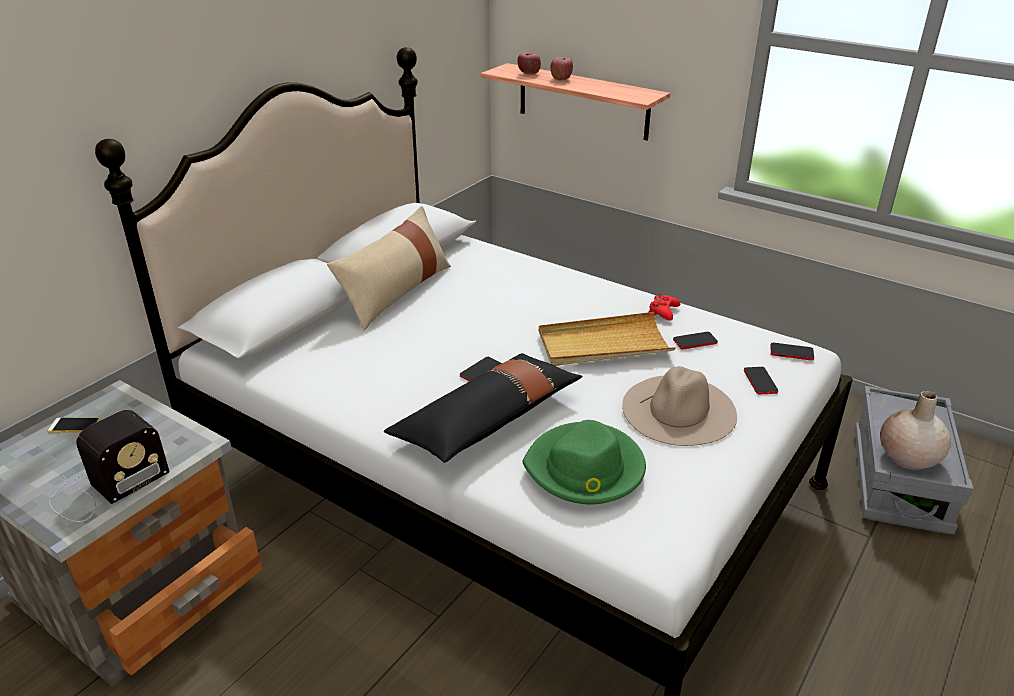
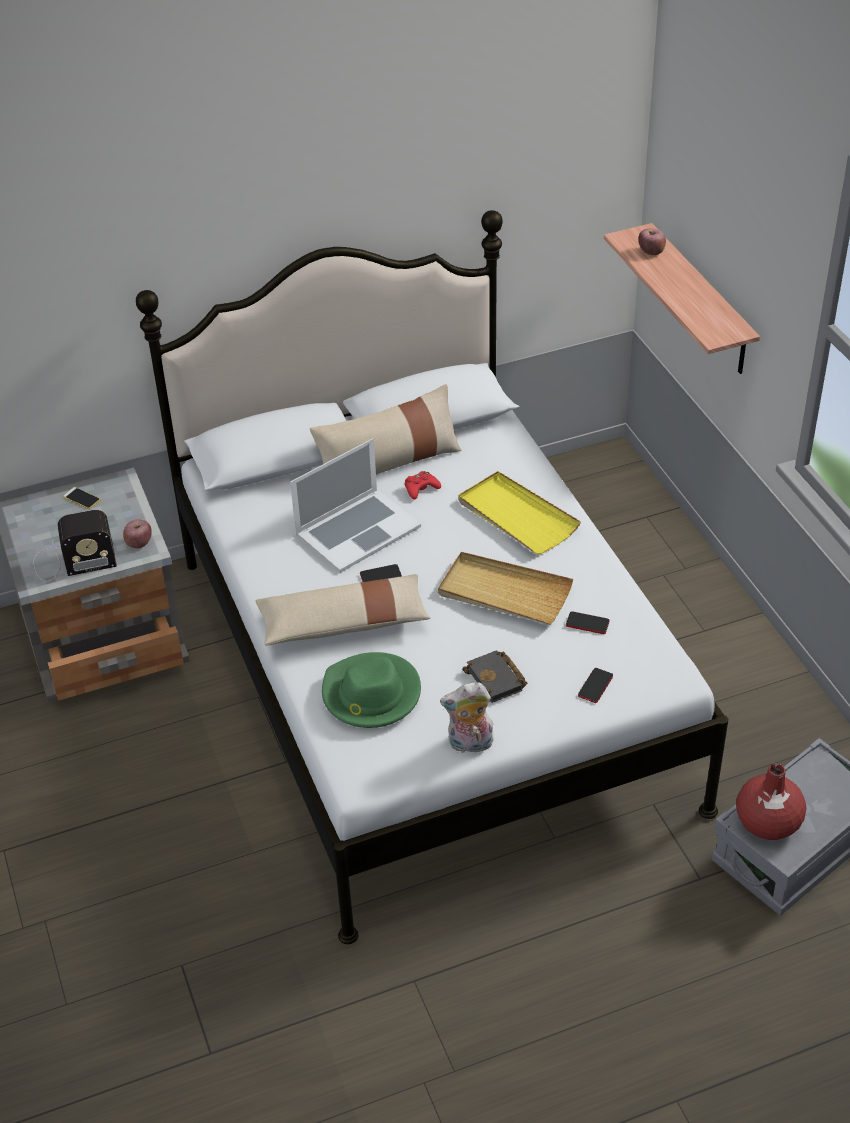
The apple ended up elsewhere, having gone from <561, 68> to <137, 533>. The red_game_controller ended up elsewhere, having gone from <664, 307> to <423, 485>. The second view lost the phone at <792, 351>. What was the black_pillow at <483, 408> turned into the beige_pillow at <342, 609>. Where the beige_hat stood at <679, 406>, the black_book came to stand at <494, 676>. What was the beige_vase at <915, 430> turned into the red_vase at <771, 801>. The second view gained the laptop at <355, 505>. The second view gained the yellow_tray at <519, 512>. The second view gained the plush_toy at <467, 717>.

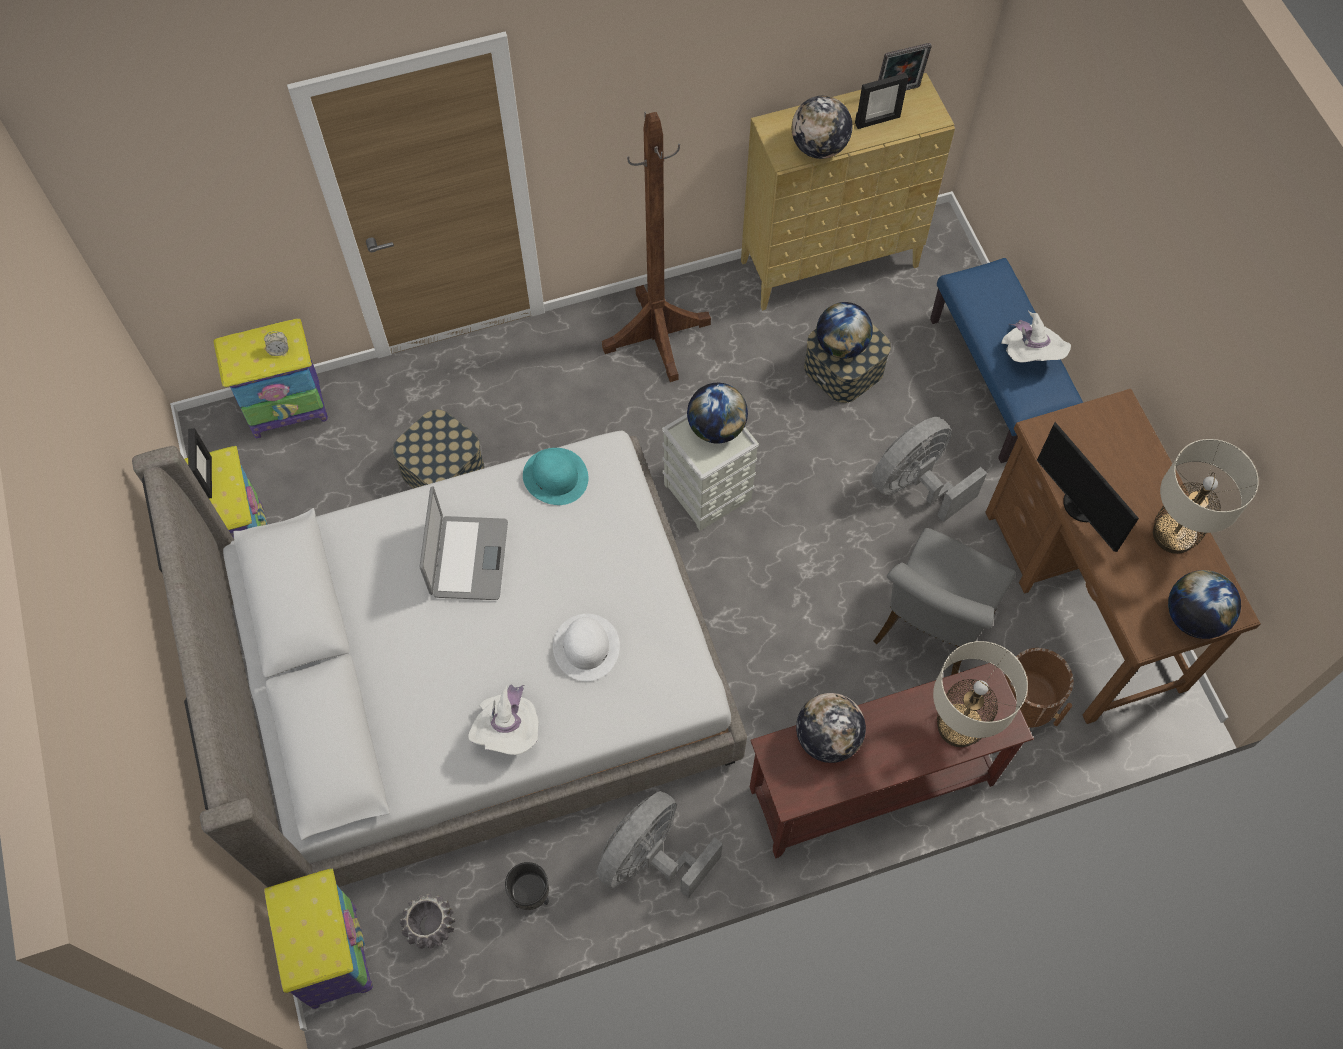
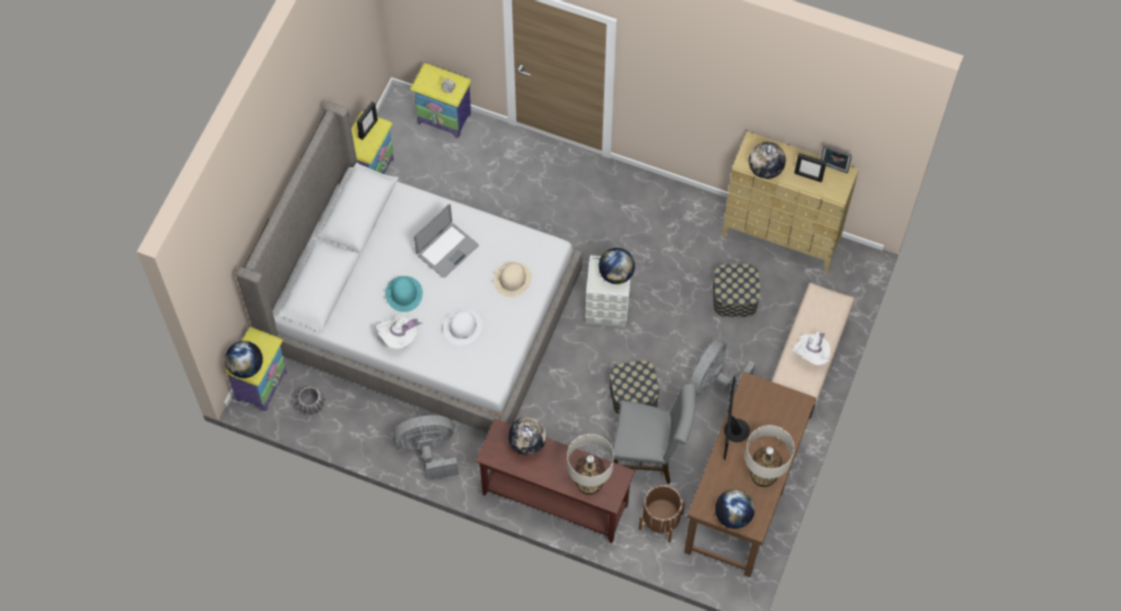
The second view lost the brown_clothes_rack at <656, 247>. What was the blue_bench at <1006, 360> turned into the beige_bench at <813, 350>. The globe ended up elsewhere, having gone from <844, 330> to <244, 359>. The storage_box ended up elsewhere, having gone from <438, 449> to <635, 387>. The grey_fan at <929, 469> ended up facing another way, 60 degrees counterclockwise from before. The turquoise_hat ended up elsewhere, having gone from <555, 476> to <404, 294>. The grey_chair at <944, 601> ended up facing another way, 150 degrees counterclockwise from before. The second view lost the black_planter at <527, 886>. The second view gained the beige_hat at <513, 279>.

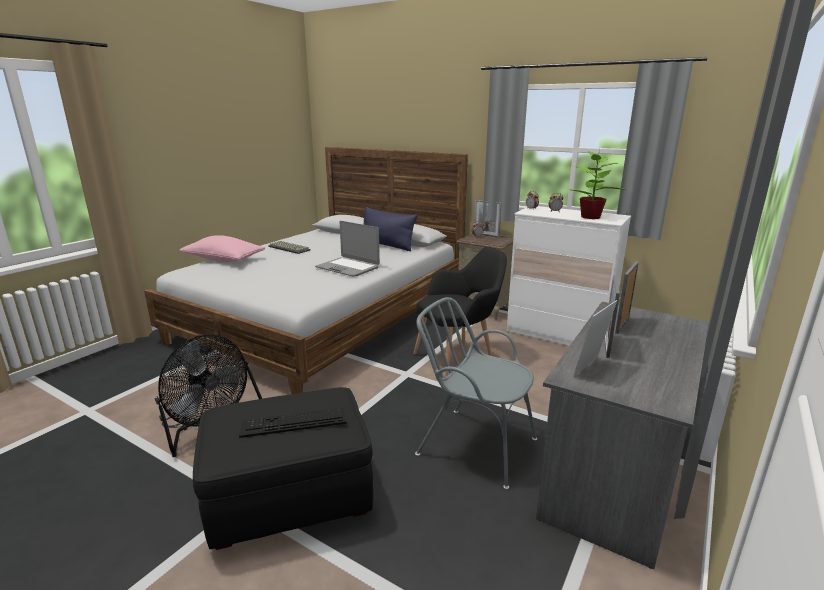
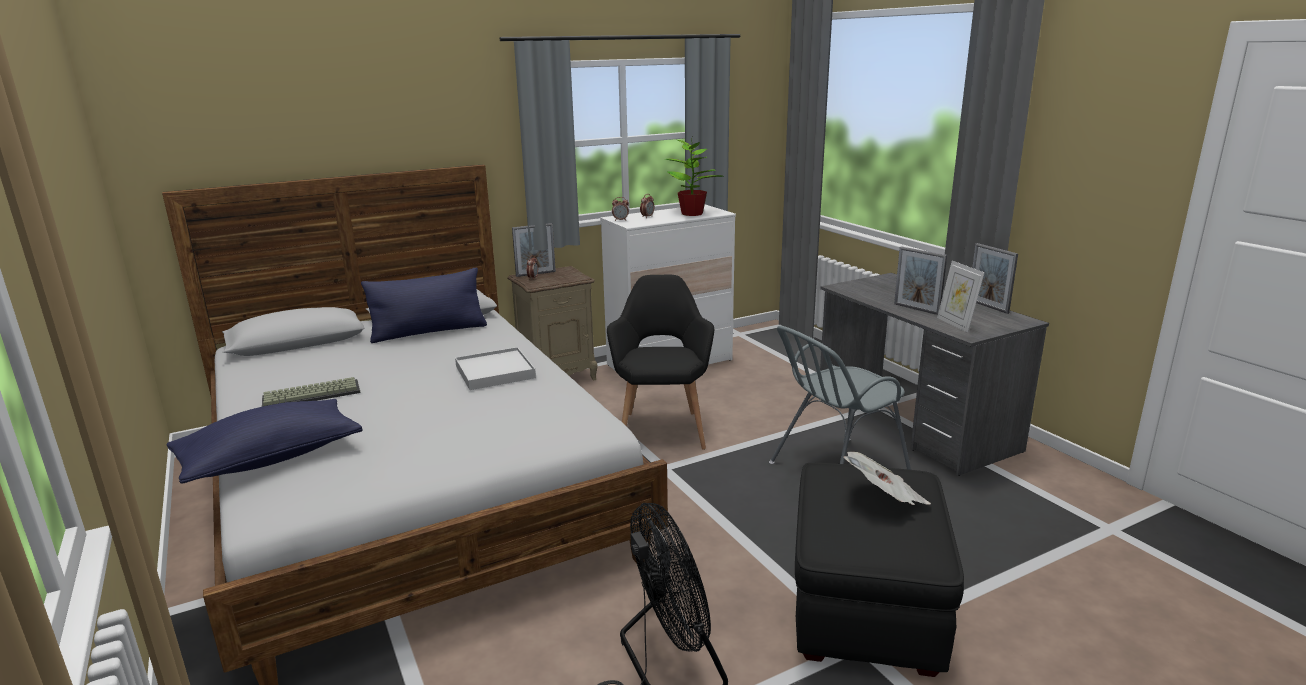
Where the laptop stood at <347, 248>, the white_tray came to stand at <495, 368>. What was the pink_pillow at <222, 248> turned into the blue_pillow at <264, 441>. The picture_frame ended up elsewhere, having gone from <627, 297> to <995, 278>. Where the keyboard stood at <293, 423>, the newspaper came to stand at <887, 478>.

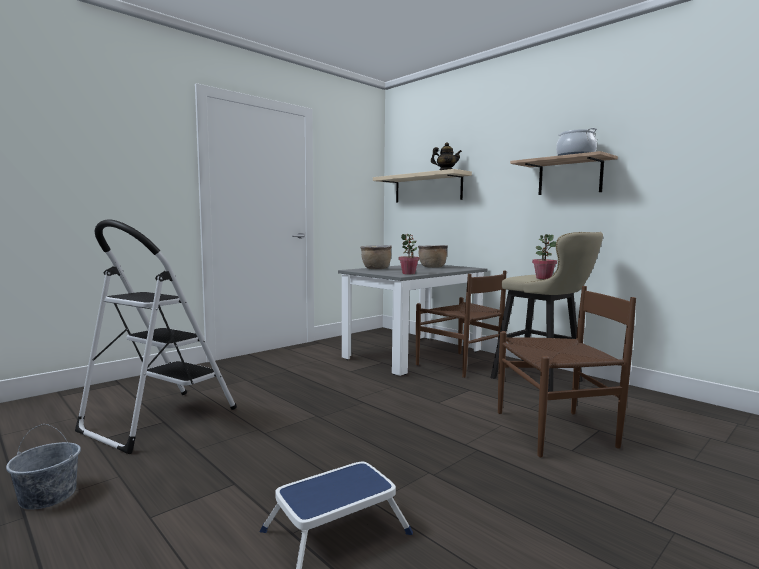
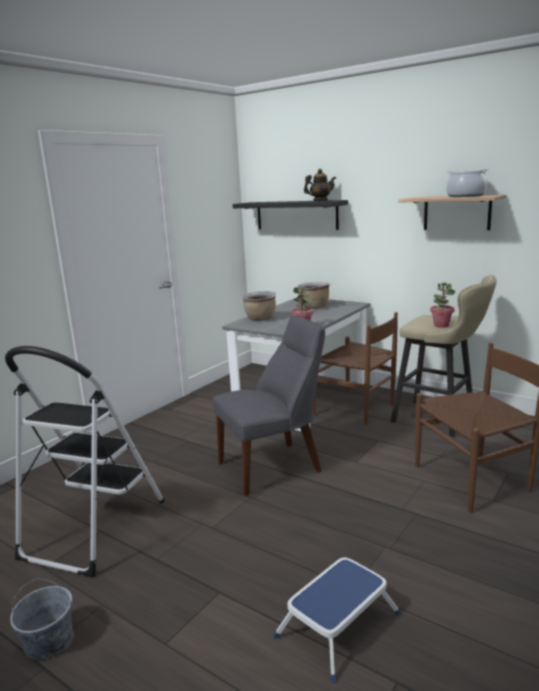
What was the beige_shelf at <422, 186> turned into the black_shelf at <290, 215>. The second view gained the grey_chair at <269, 406>.

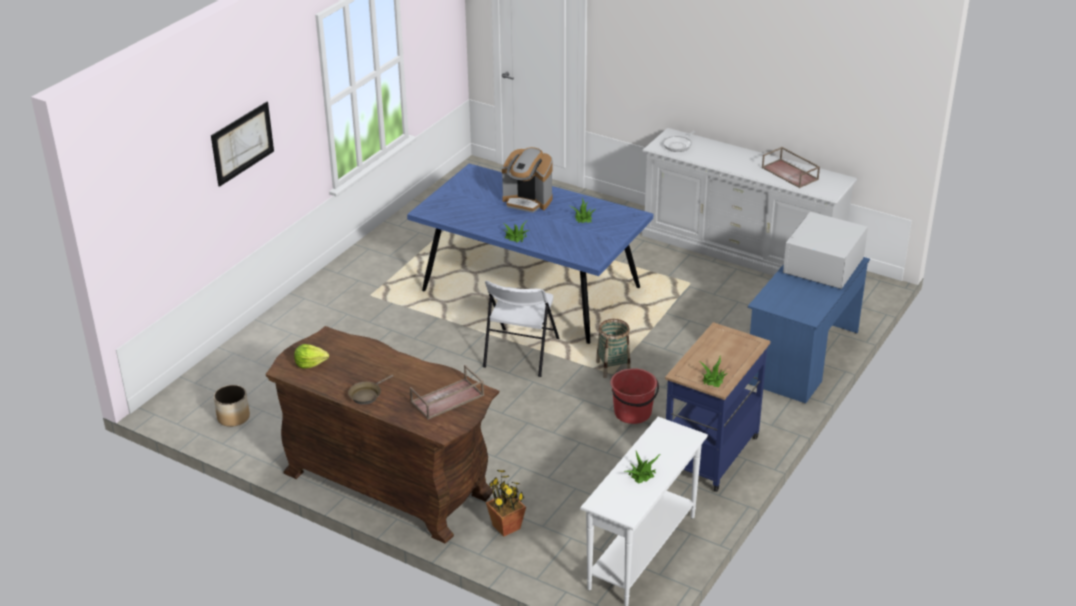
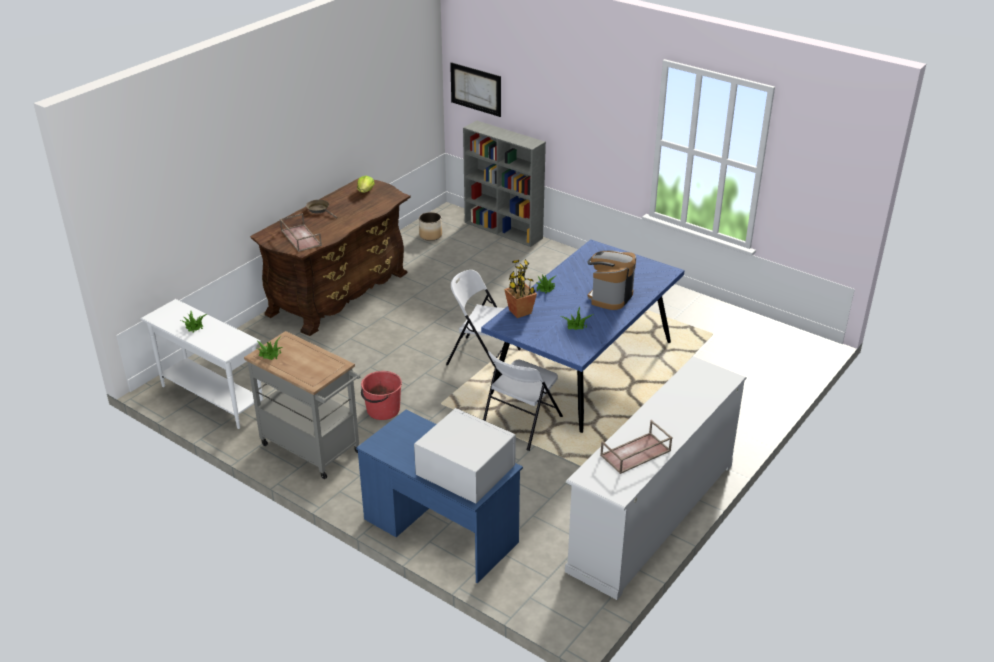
The picture ended up elsewhere, having gone from <242, 144> to <475, 89>. The second view lost the frying_pan at <679, 141>. The second view lost the basket at <613, 348>. What was the blue_cart at <718, 407> turned into the grey_cart at <302, 405>. The potted_plant ended up elsewhere, having gone from <506, 503> to <520, 288>. The second view gained the grey_bookcase at <504, 183>. The second view gained the white_chair at <523, 401>.

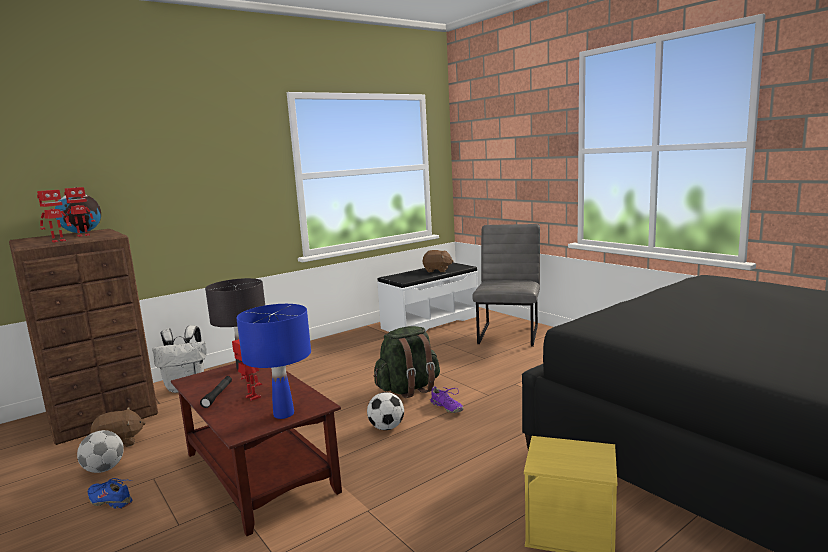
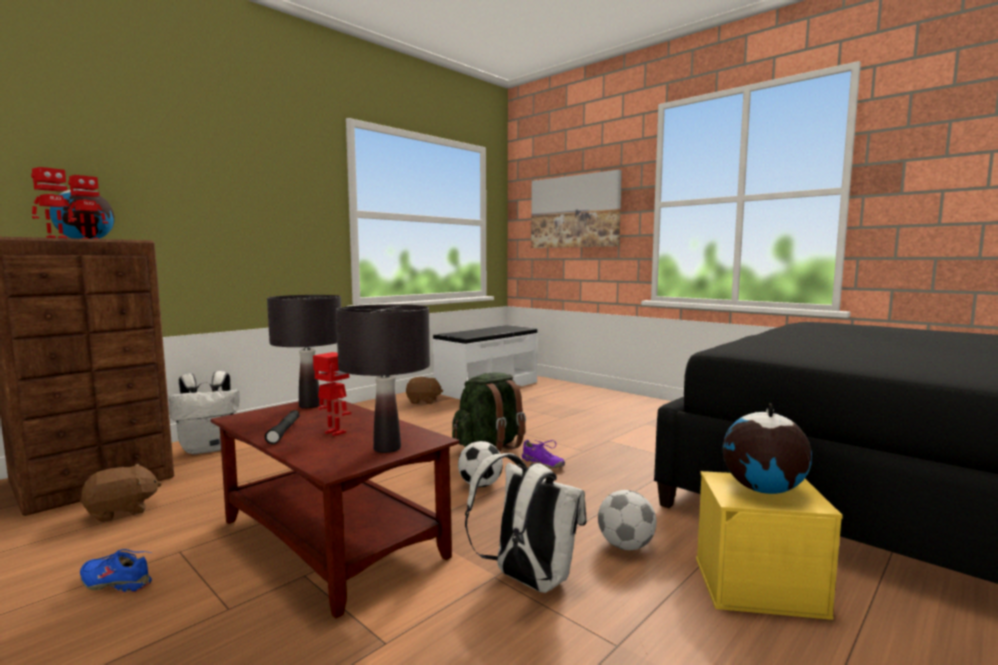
The second view lost the grey_chair at <506, 285>. The brown_plush_toy ended up elsewhere, having gone from <438, 261> to <424, 390>. What was the blue_table_lamp at <273, 361> turned into the black_table_lamp at <383, 378>. The football ended up elsewhere, having gone from <100, 451> to <627, 520>. The second view gained the picture at <576, 209>. The second view gained the globe at <767, 448>. The second view gained the white_backpack at <526, 523>.

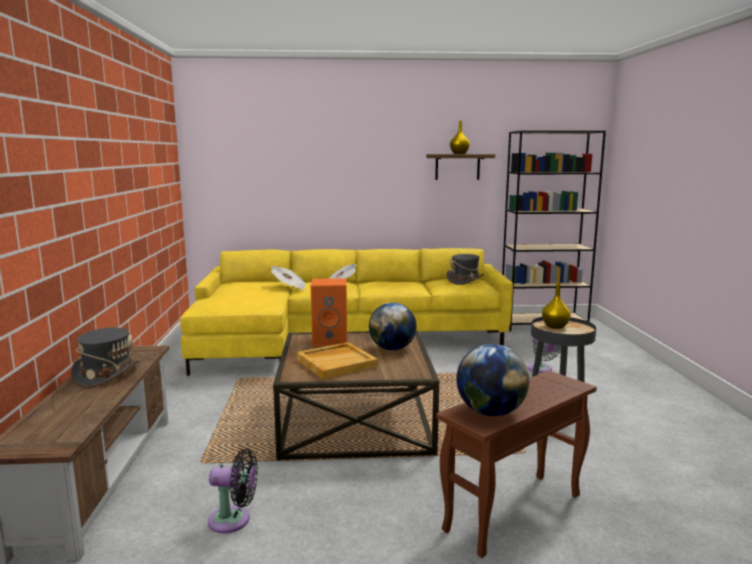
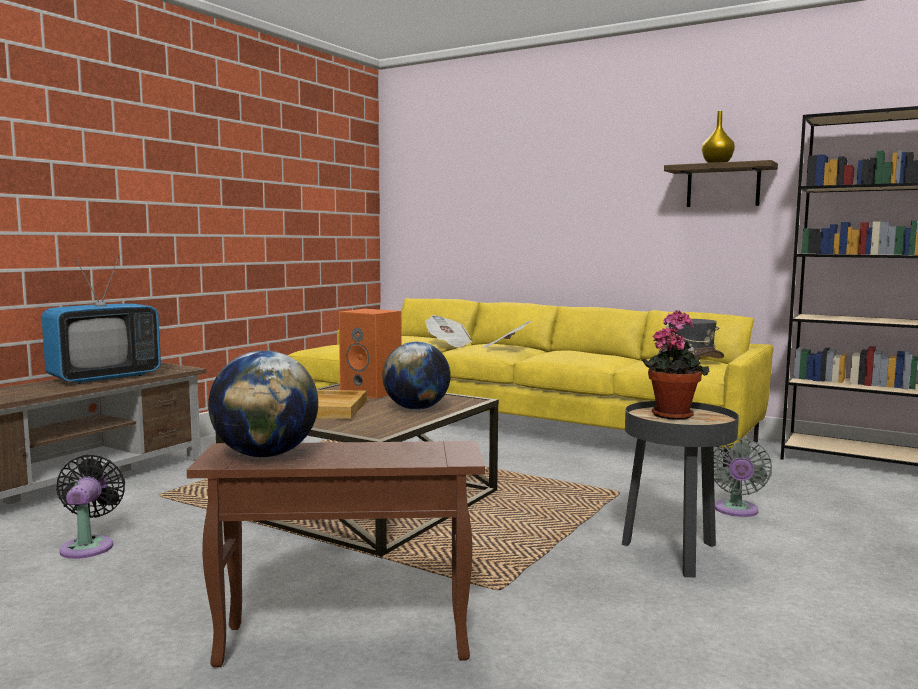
Where the yellow_vase stood at <556, 306>, the potted_plant came to stand at <675, 365>. Where the grey_hat stood at <106, 357>, the television came to stand at <101, 320>. The black_fan at <233, 491> ended up facing another way, 135 degrees counterclockwise from before.

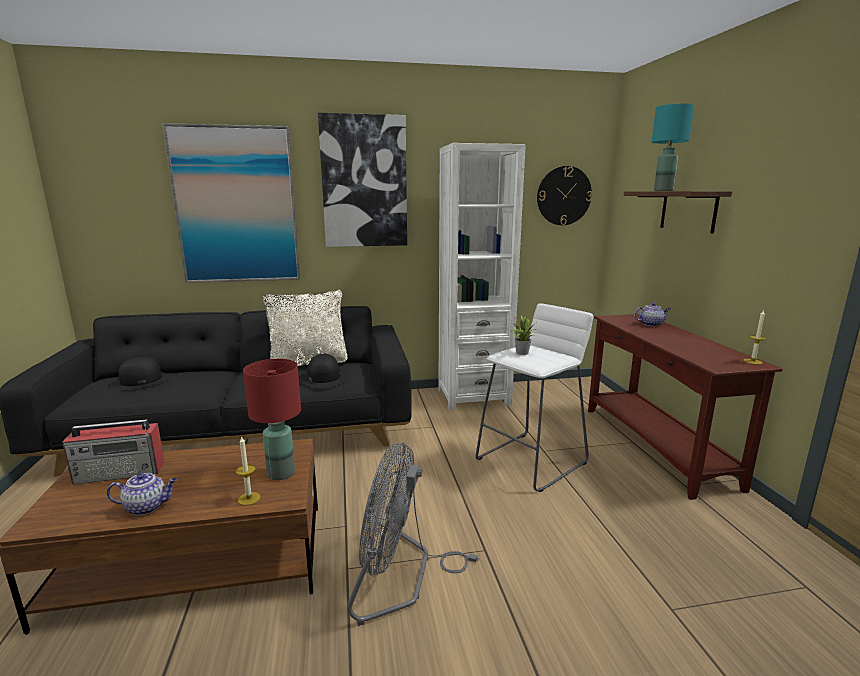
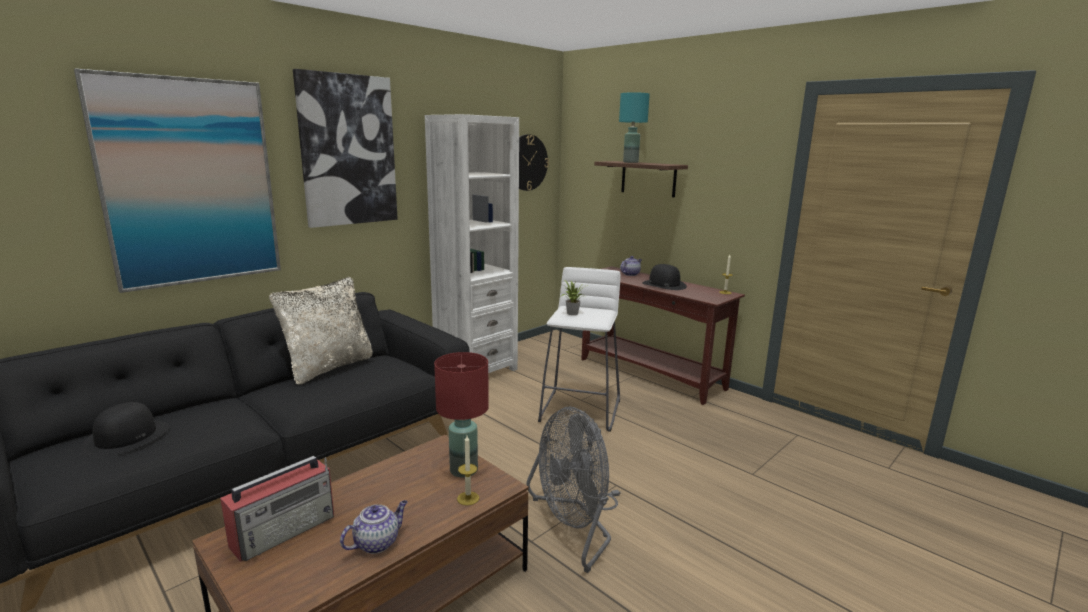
The black_hat ended up elsewhere, having gone from <323, 371> to <664, 277>.

